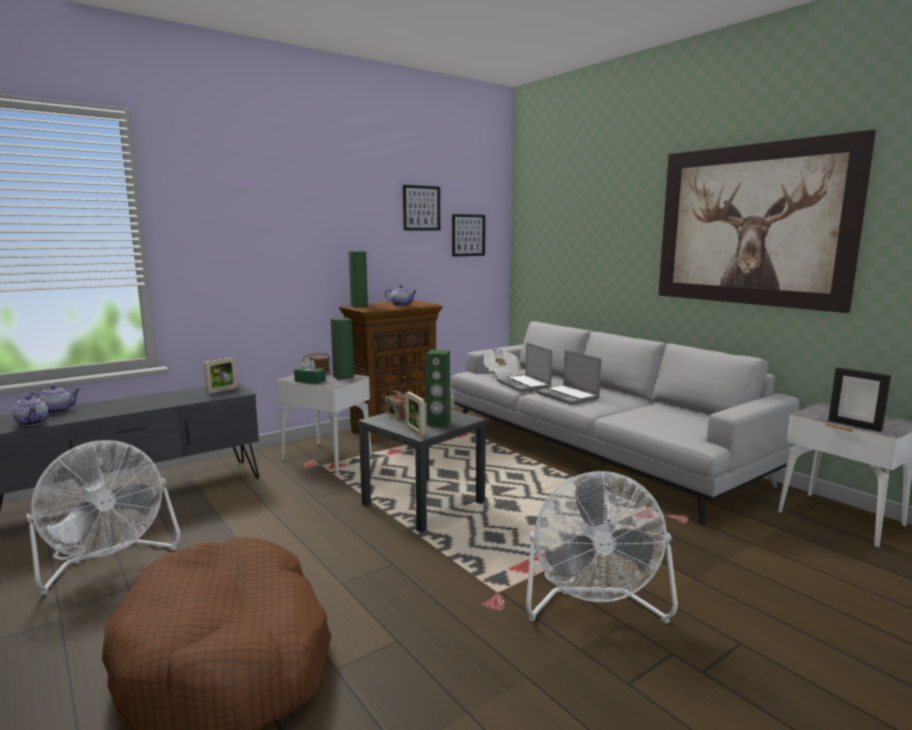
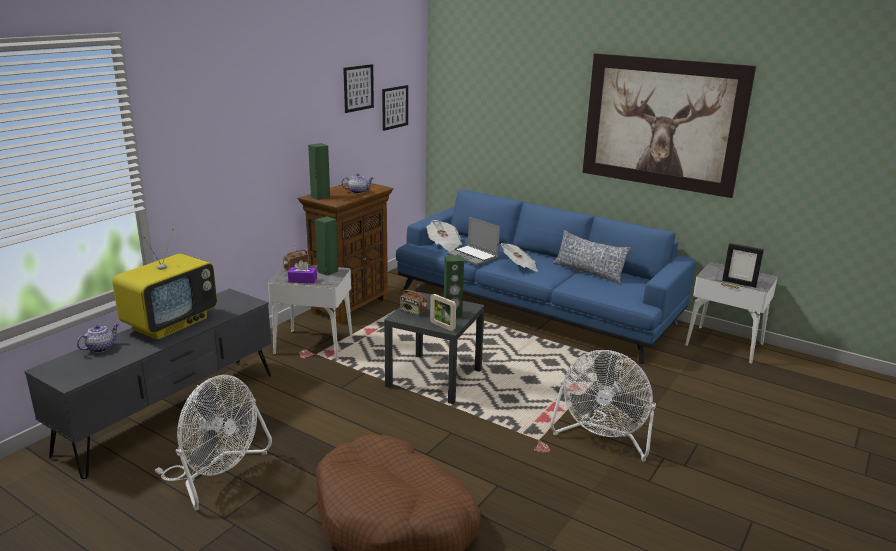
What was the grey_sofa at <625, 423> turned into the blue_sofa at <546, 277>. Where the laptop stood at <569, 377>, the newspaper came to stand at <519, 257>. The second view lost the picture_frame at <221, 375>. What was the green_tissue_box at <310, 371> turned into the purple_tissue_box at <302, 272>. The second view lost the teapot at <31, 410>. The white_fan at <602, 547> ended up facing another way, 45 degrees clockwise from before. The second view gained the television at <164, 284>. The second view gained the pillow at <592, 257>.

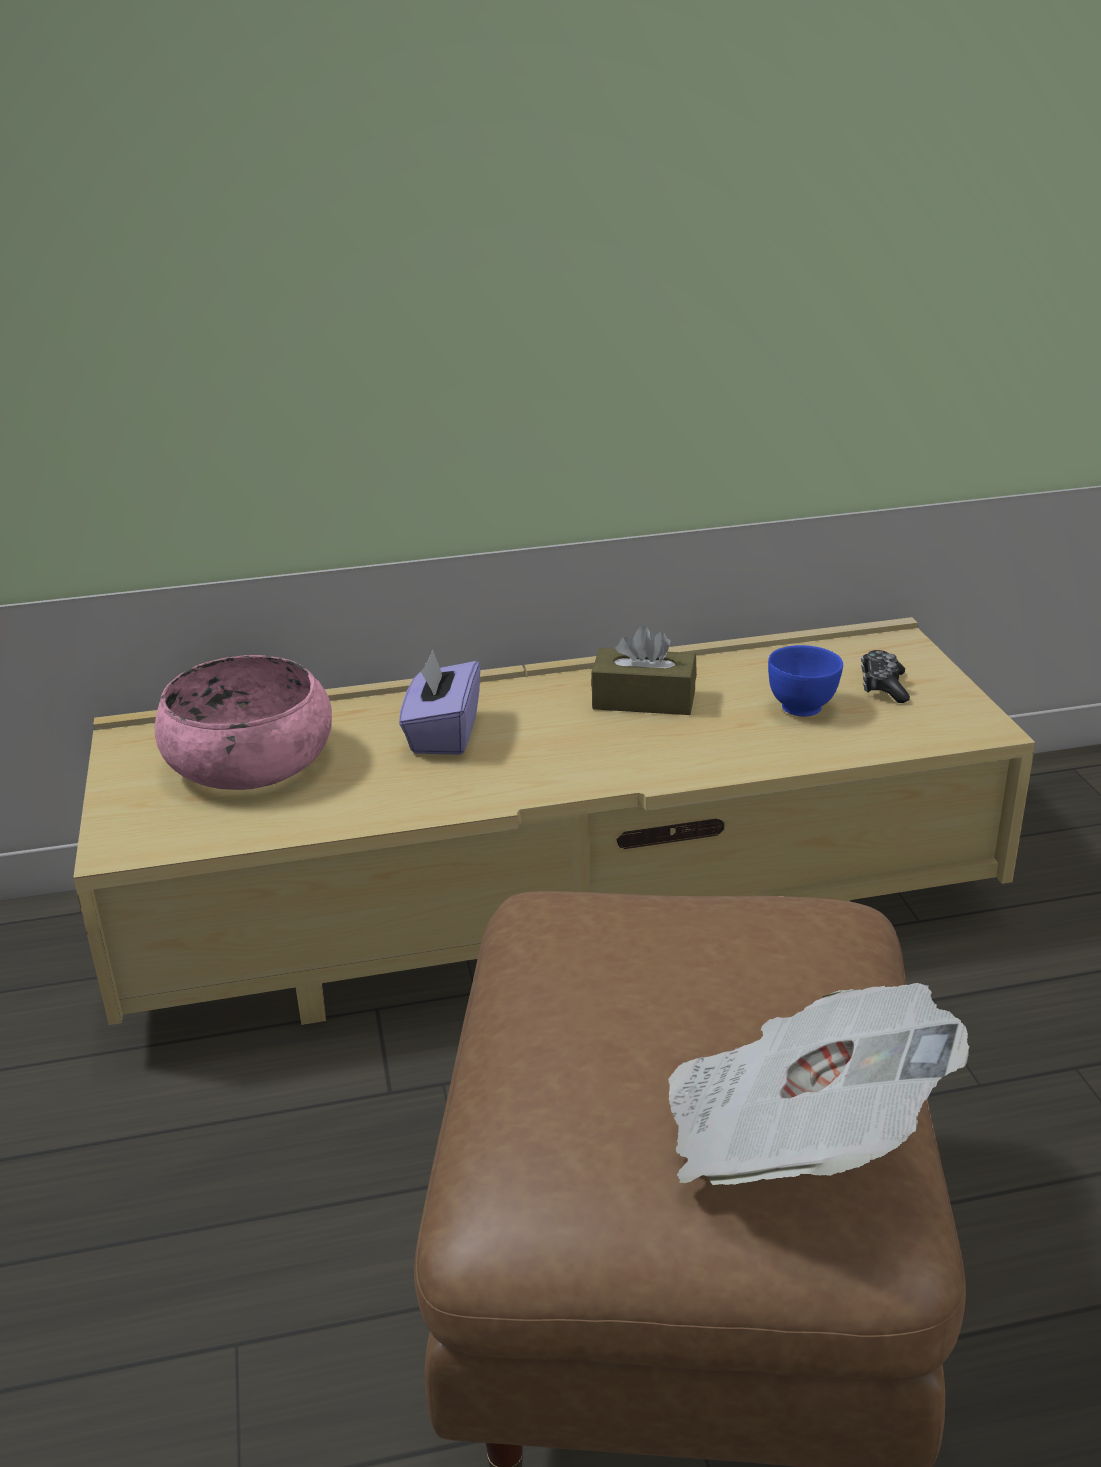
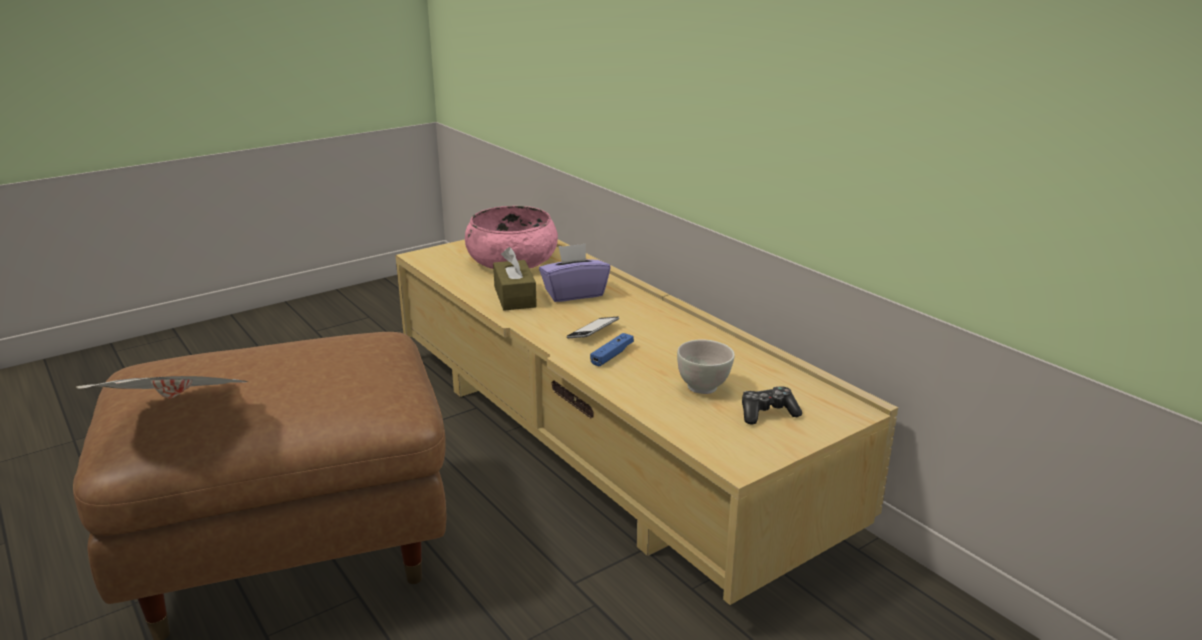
The brown_tissue_box ended up elsewhere, having gone from <644, 670> to <515, 279>. What was the blue_bowl at <805, 680> turned into the white_bowl at <706, 366>. The second view gained the phone at <593, 327>. The second view gained the blue_game_controller at <612, 349>.

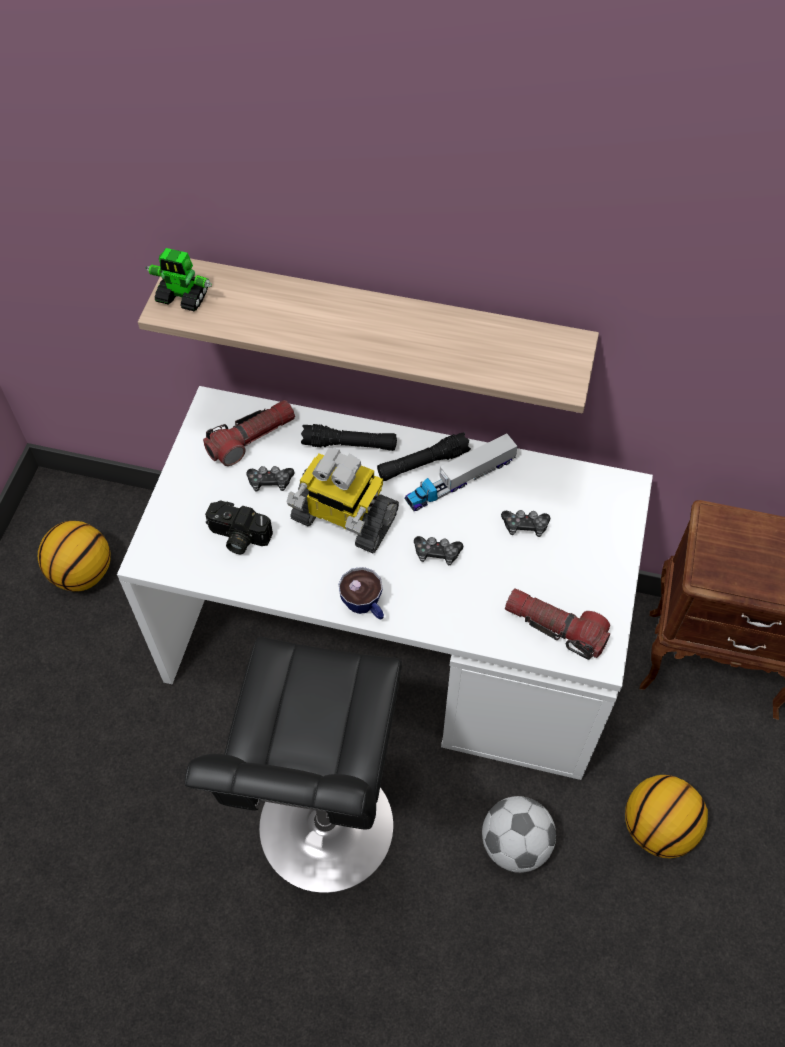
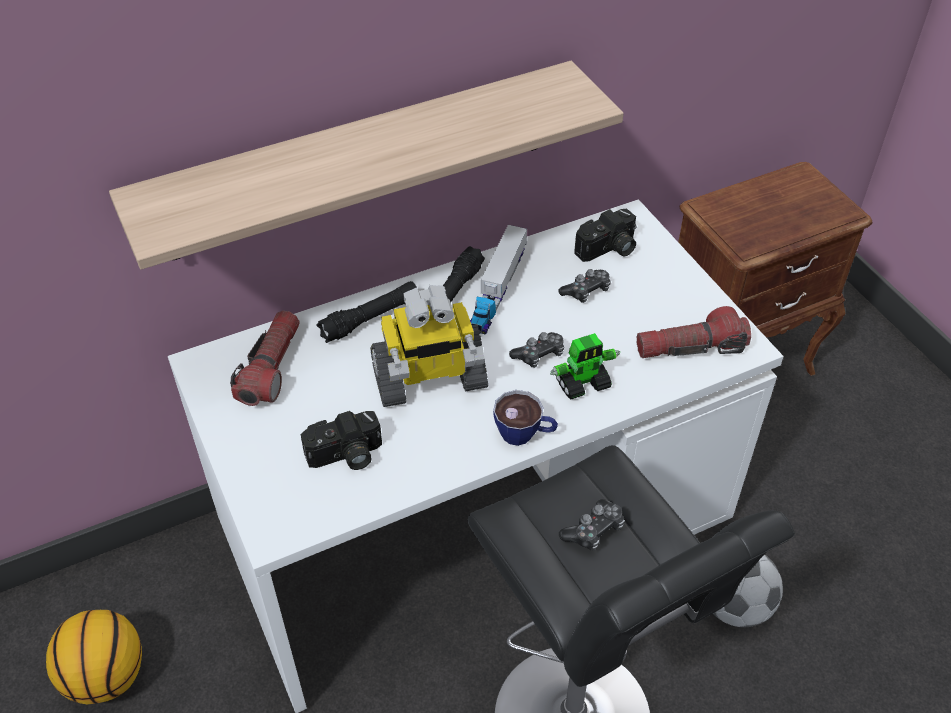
The toy_robot ended up elsewhere, having gone from <179, 280> to <585, 366>. The game_controller ended up elsewhere, having gone from <270, 479> to <592, 525>. The second view lost the basketball at <666, 816>. The second view gained the photo_camera at <605, 235>.

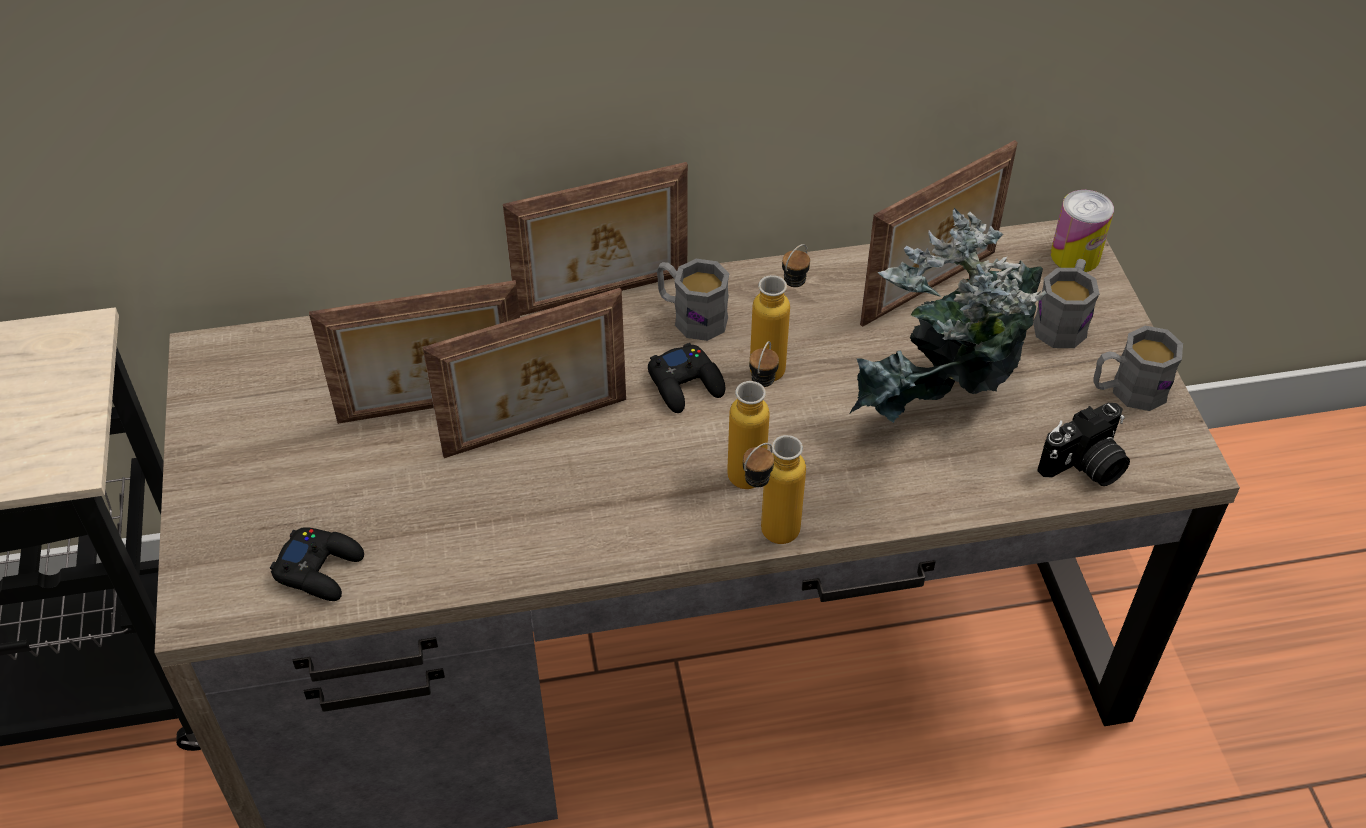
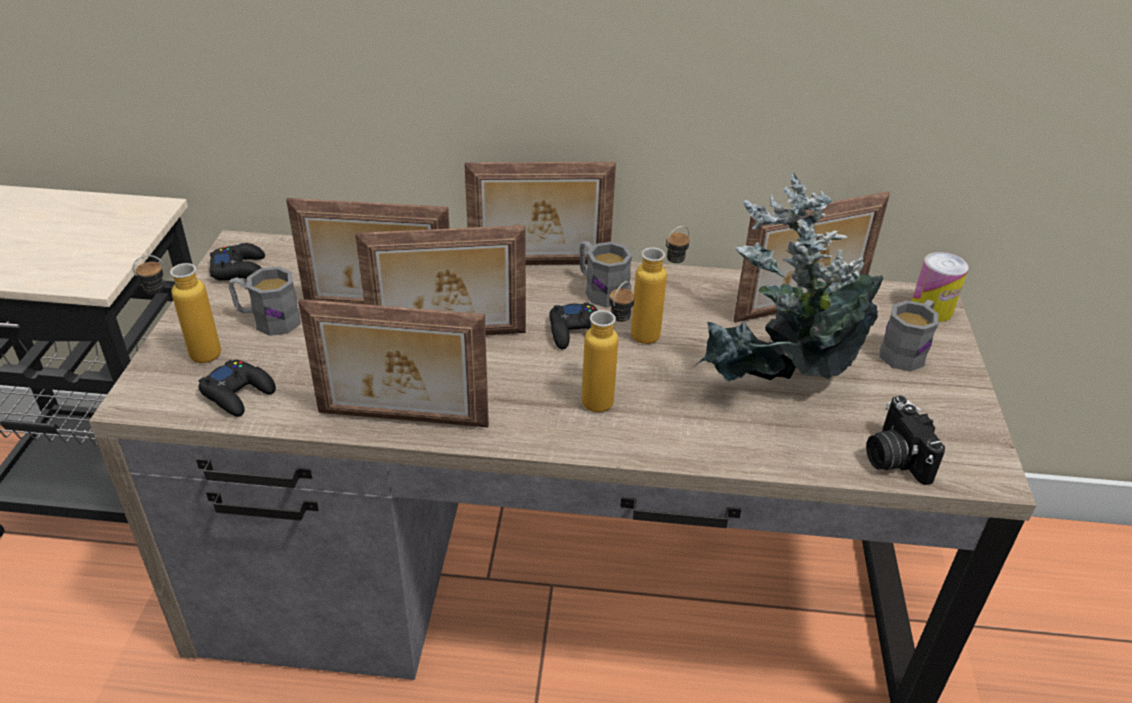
The grey_mug ended up elsewhere, having gone from <1138, 368> to <265, 301>. The photo_camera at <1083, 444> ended up facing another way, 90 degrees clockwise from before. The bottle ended up elsewhere, having gone from <774, 489> to <176, 309>. The second view gained the black_game_controller at <237, 262>. The second view gained the picture_frame at <393, 363>.

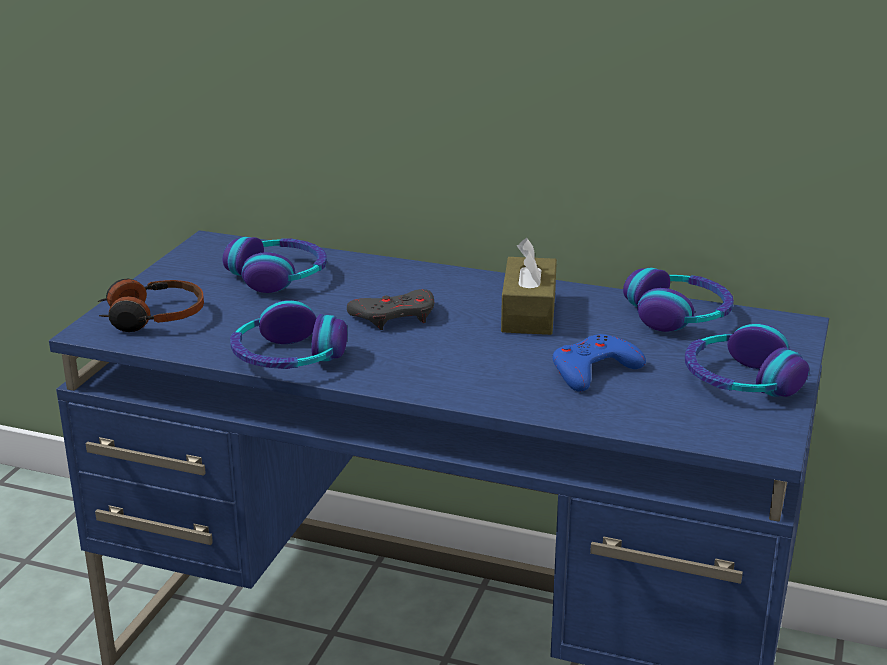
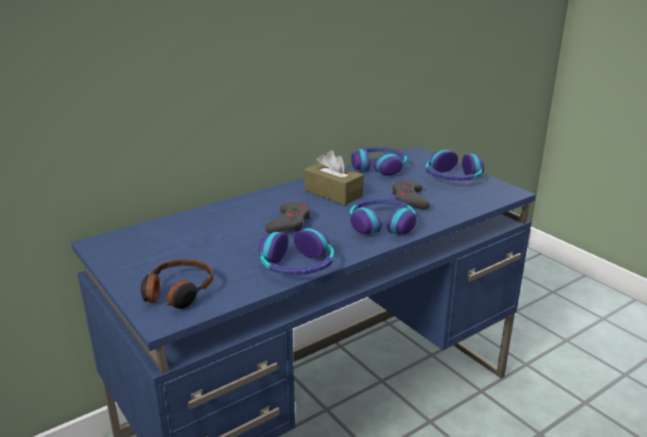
The headphones ended up elsewhere, having gone from <275, 265> to <383, 216>. What was the blue_game_controller at <599, 363> turned into the grey_game_controller at <411, 195>.

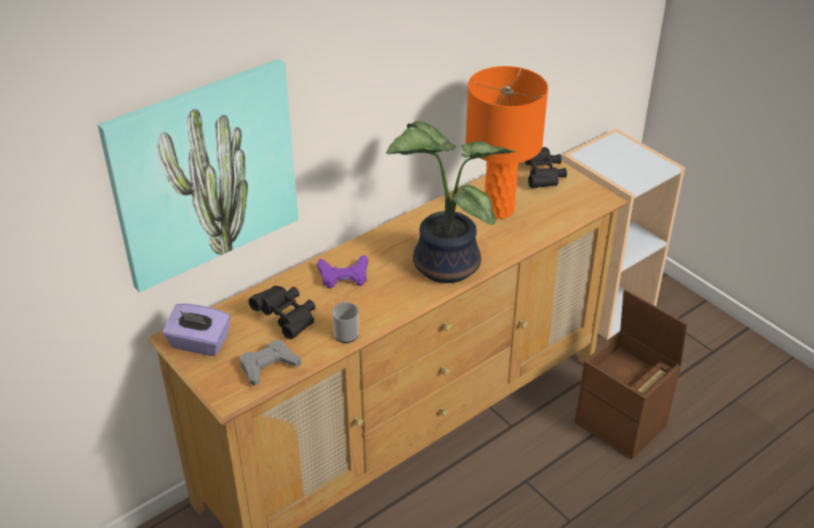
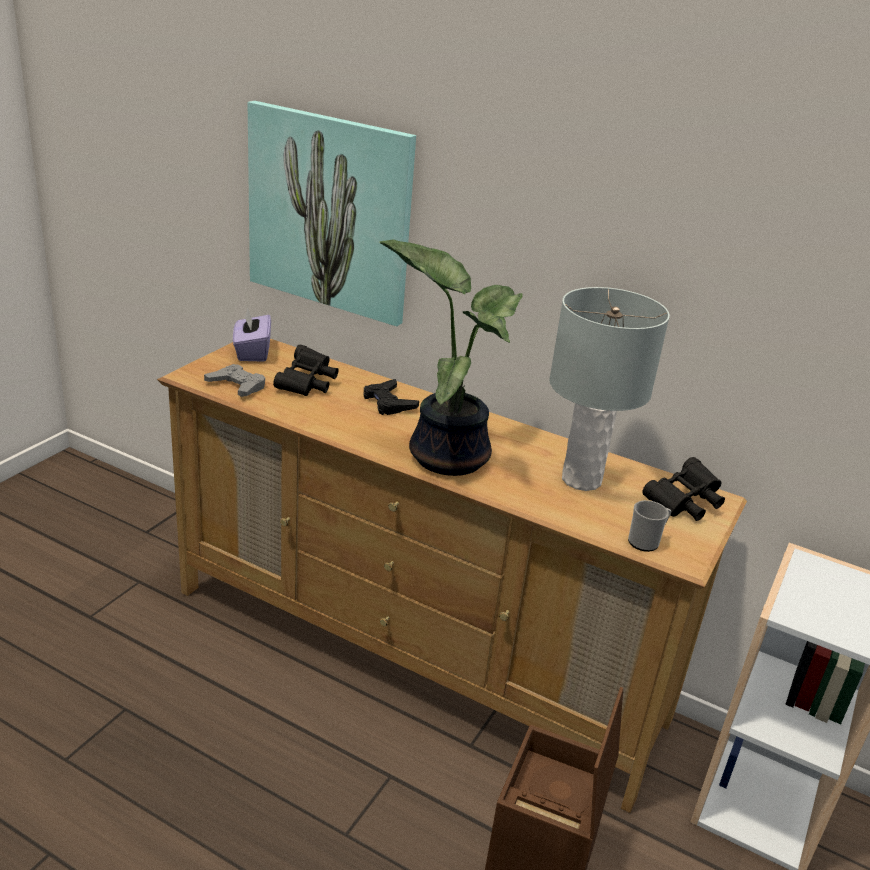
What was the orange_table_lamp at <507, 142> turned into the grey_table_lamp at <609, 389>. What was the purple_game_controller at <342, 272> turned into the black_game_controller at <391, 397>. The mug ended up elsewhere, having gone from <345, 322> to <649, 526>.

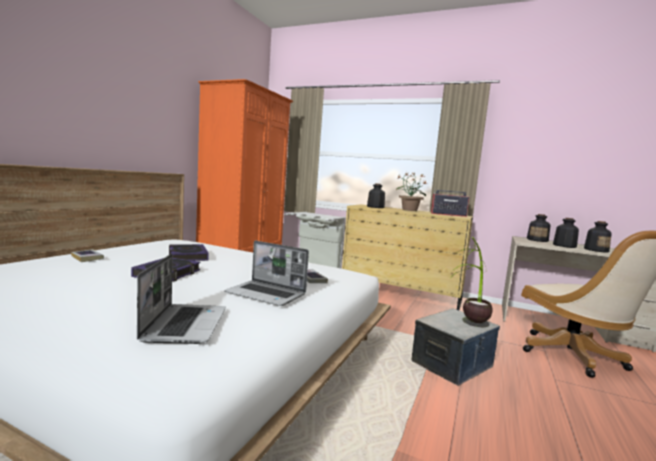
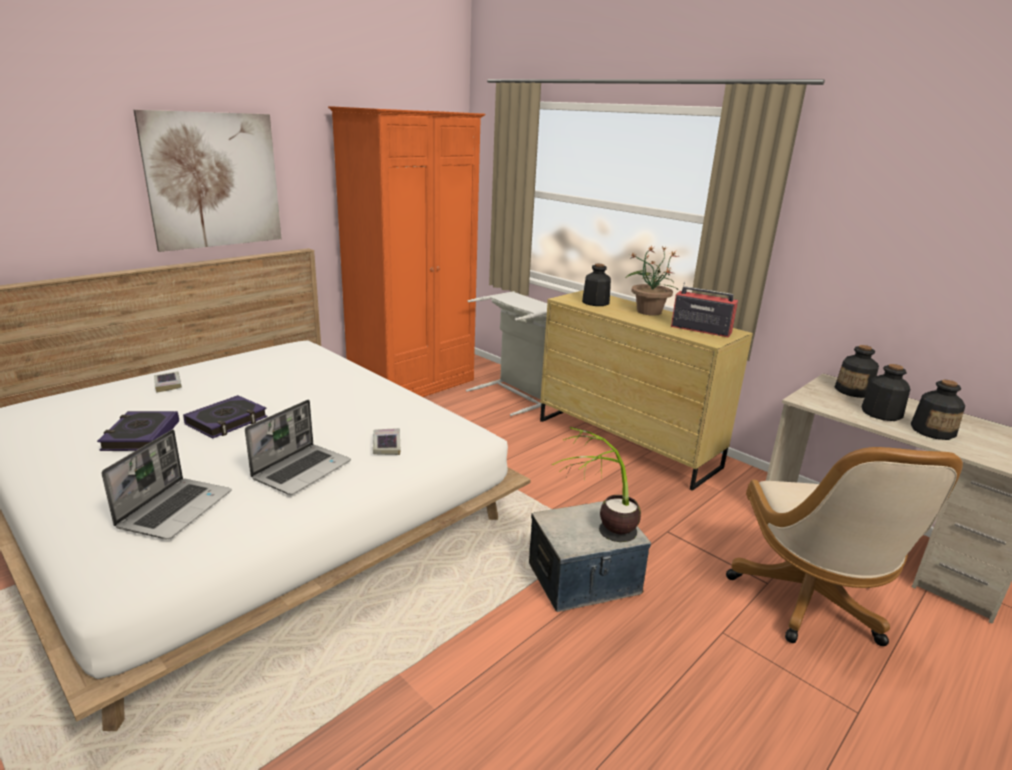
The laptop at <266, 273> ended up facing another way, 105 degrees counterclockwise from before. The book ended up elsewhere, having gone from <189, 252> to <138, 431>. The second view gained the picture at <208, 181>.

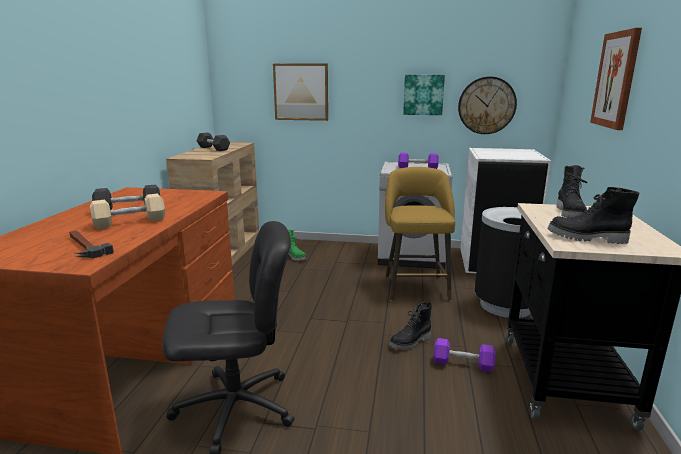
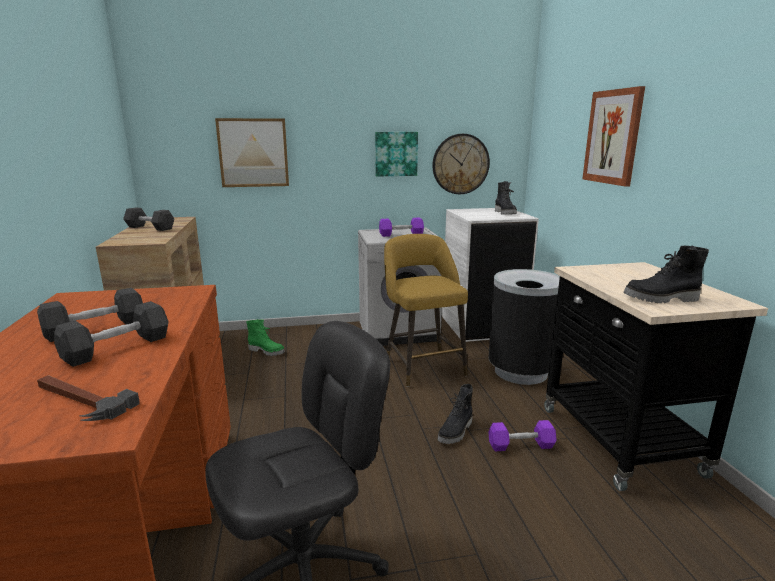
The black_boot ended up elsewhere, having gone from <572, 191> to <506, 198>. What was the beige_dumbbell at <127, 211> turned into the black_dumbbell at <111, 334>.

